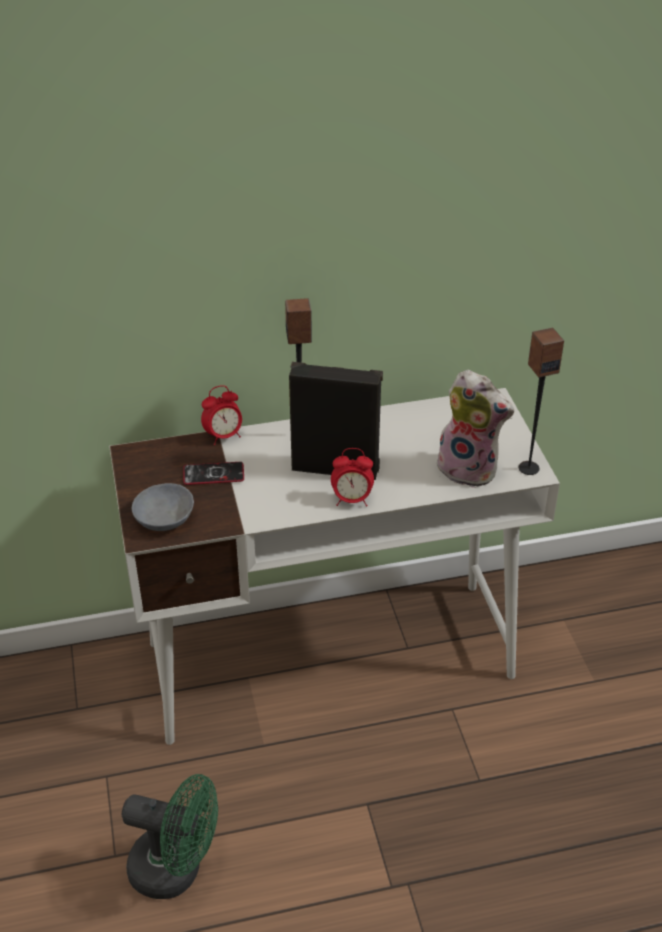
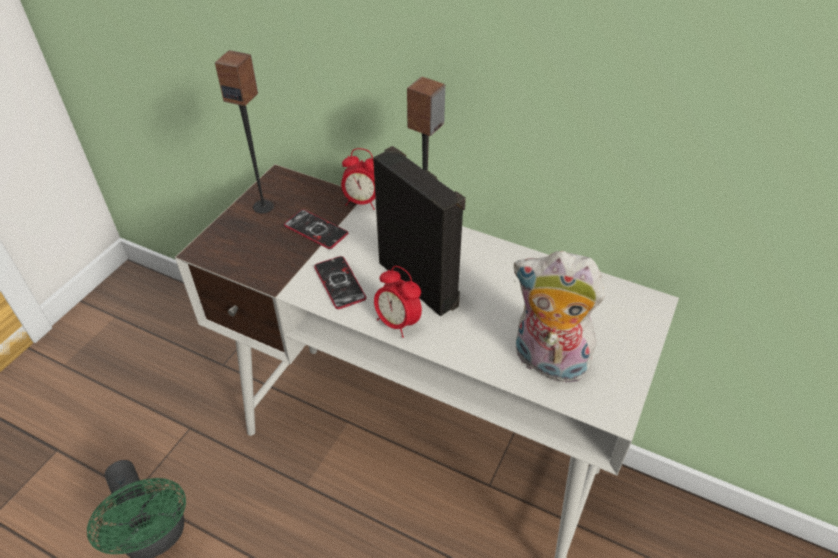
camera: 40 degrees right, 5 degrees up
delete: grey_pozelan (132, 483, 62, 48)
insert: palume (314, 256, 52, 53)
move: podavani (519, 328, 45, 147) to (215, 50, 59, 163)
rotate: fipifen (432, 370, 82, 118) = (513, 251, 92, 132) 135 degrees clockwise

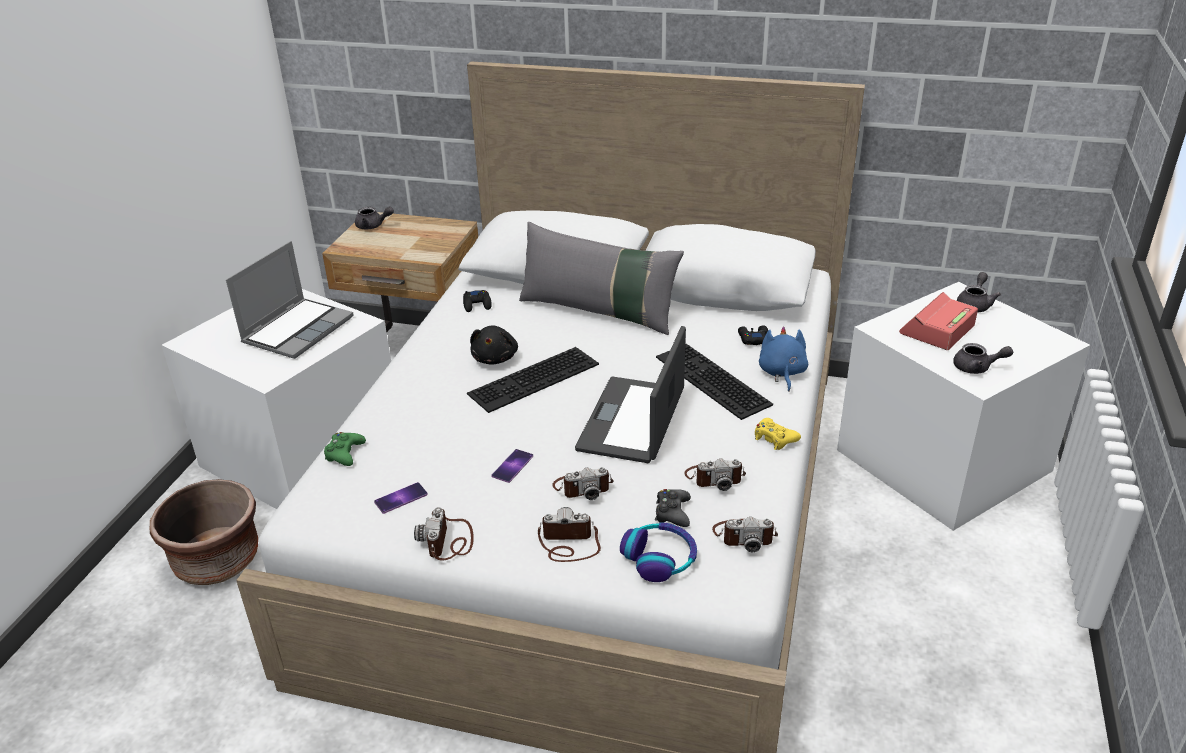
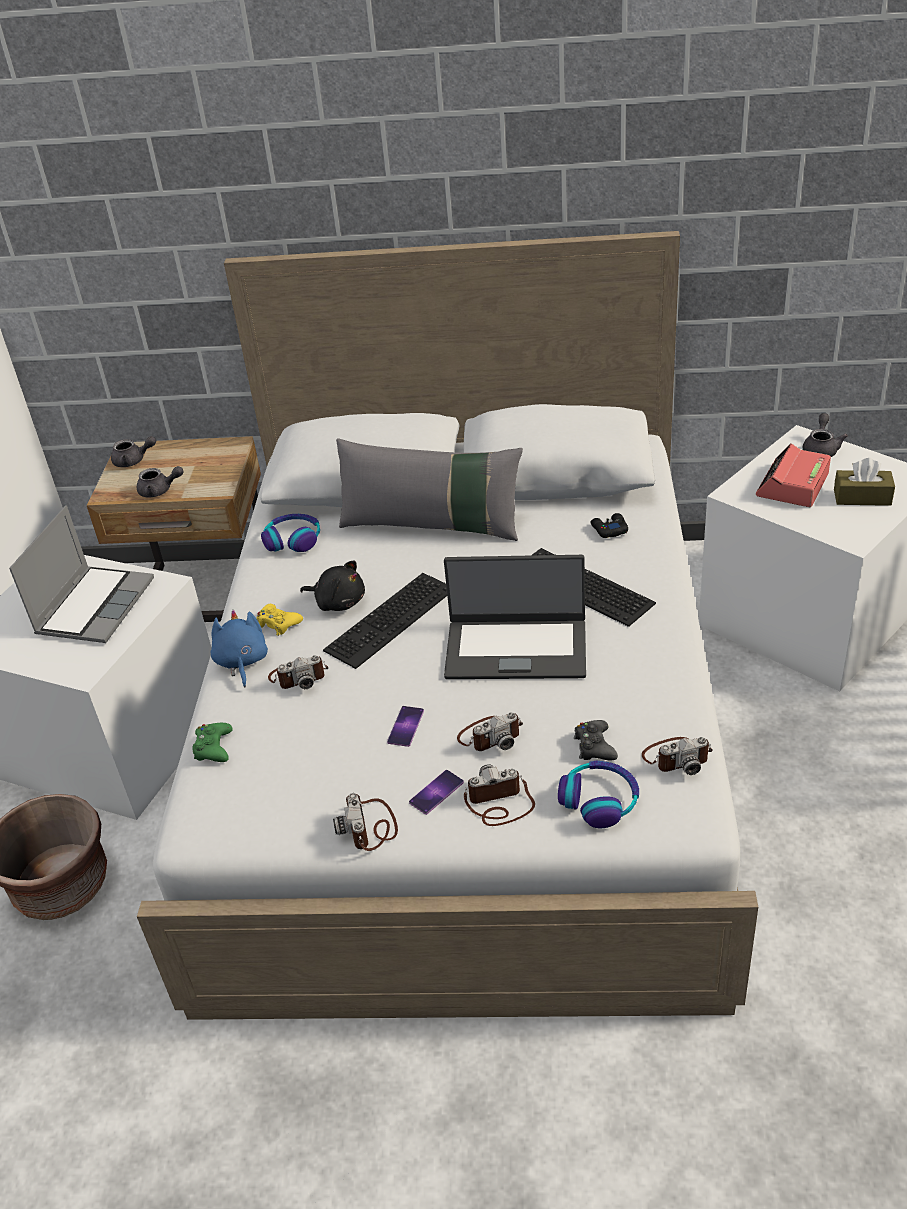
camera: 10 degrees left, 5 degrees up
insert: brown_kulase (834, 458, 61, 48)
move: blue_fipifen (759, 326, 49, 66) to (211, 610, 57, 77); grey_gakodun (953, 343, 60, 31) to (137, 466, 46, 31); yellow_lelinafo (755, 418, 46, 32) to (256, 604, 47, 32); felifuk (684, 458, 62, 33) to (268, 655, 60, 34); palume (374, 482, 54, 32) to (409, 770, 55, 45)
replace: black_lelinafo (463, 290, 29, 22) to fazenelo (261, 514, 59, 38)
rotate: black_fipifen (470, 325, 48, 40) = (300, 560, 65, 51) 60 degrees counterclockwise; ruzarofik (575, 326, 111, 137) = (444, 555, 142, 124) 90 degrees counterclockwise

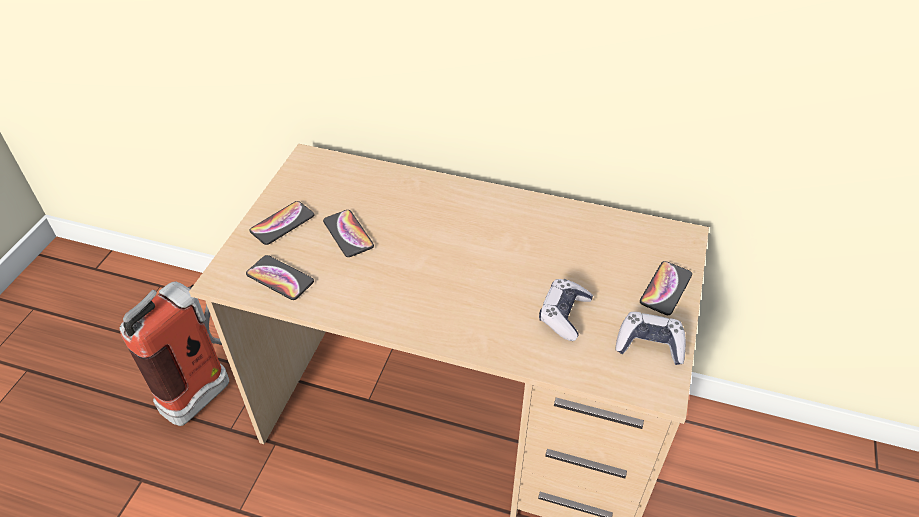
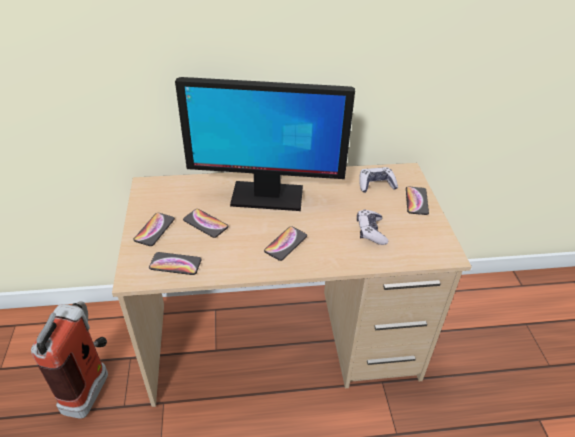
camera: 25 degrees left, 5 degrees down
insert: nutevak (175, 77, 180, 134); palume (264, 226, 43, 35)
move: lelinafo (616, 312, 70, 53) to (359, 167, 39, 26)

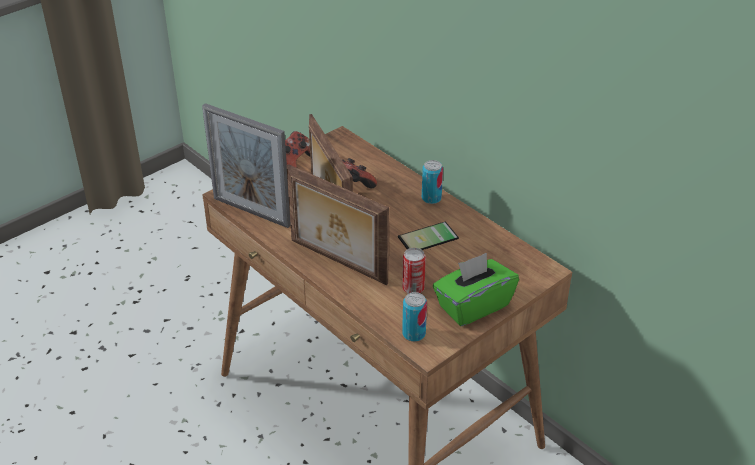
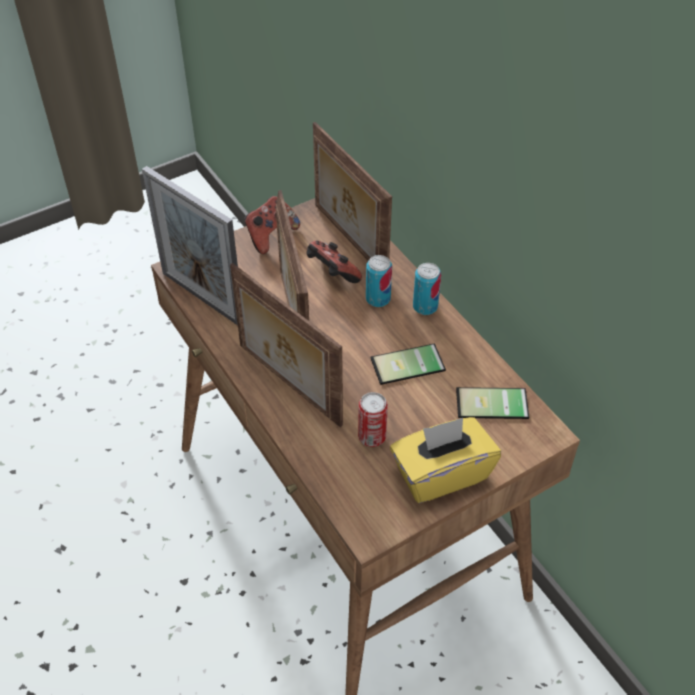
camera: 10 degrees right, 10 degrees up
insert: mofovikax (313, 122, 79, 139); palume (456, 387, 73, 32)
move: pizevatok (402, 292, 25, 50) to (366, 255, 26, 52)
recolor: green_kulase (433, 253, 86, 73) to yellow_kulase (390, 417, 111, 86)

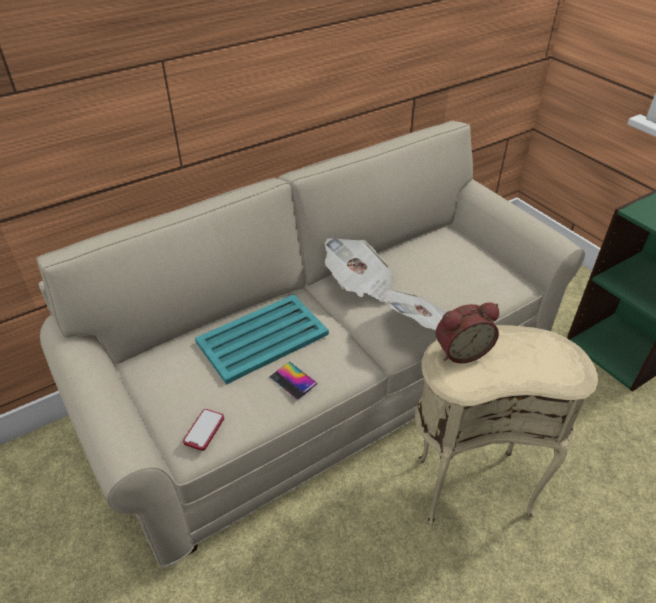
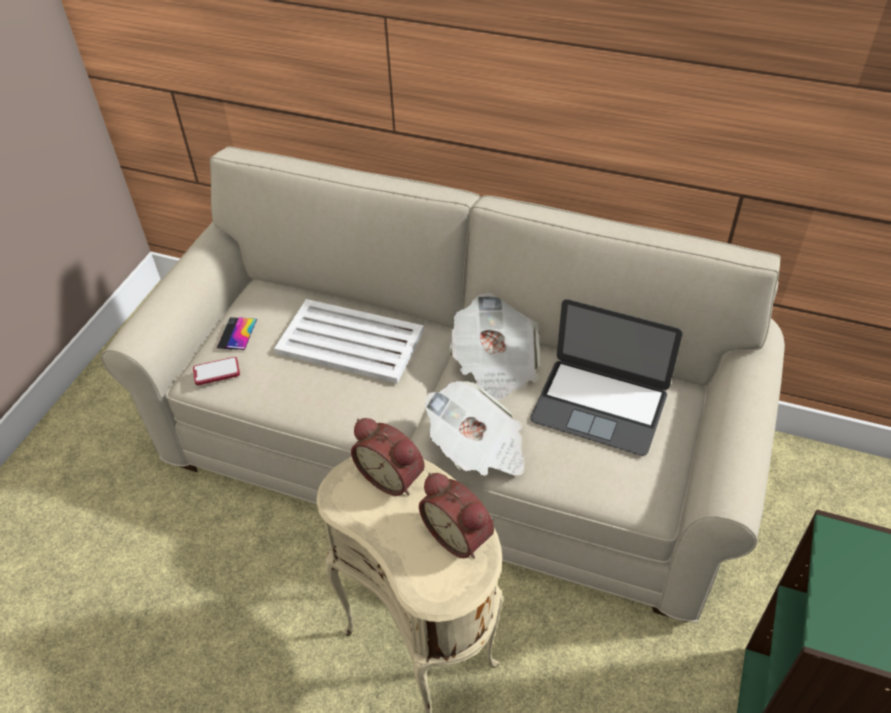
camera: 55 degrees right, 5 degrees up
insert: ruzarofik (530, 299, 152, 157); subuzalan (419, 473, 75, 86)
move: palume (270, 362, 48, 38) to (217, 317, 40, 33)
recolor: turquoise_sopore (195, 294, 134, 91) to white_sopore (274, 299, 150, 85)

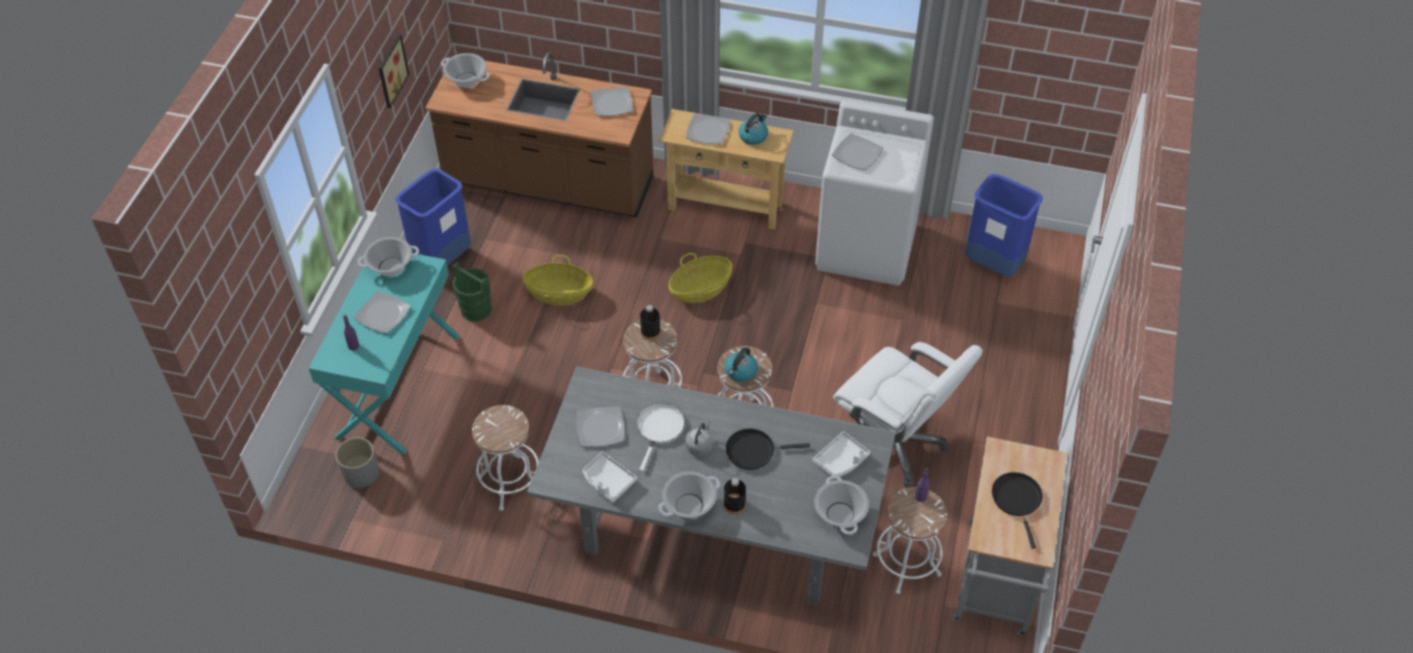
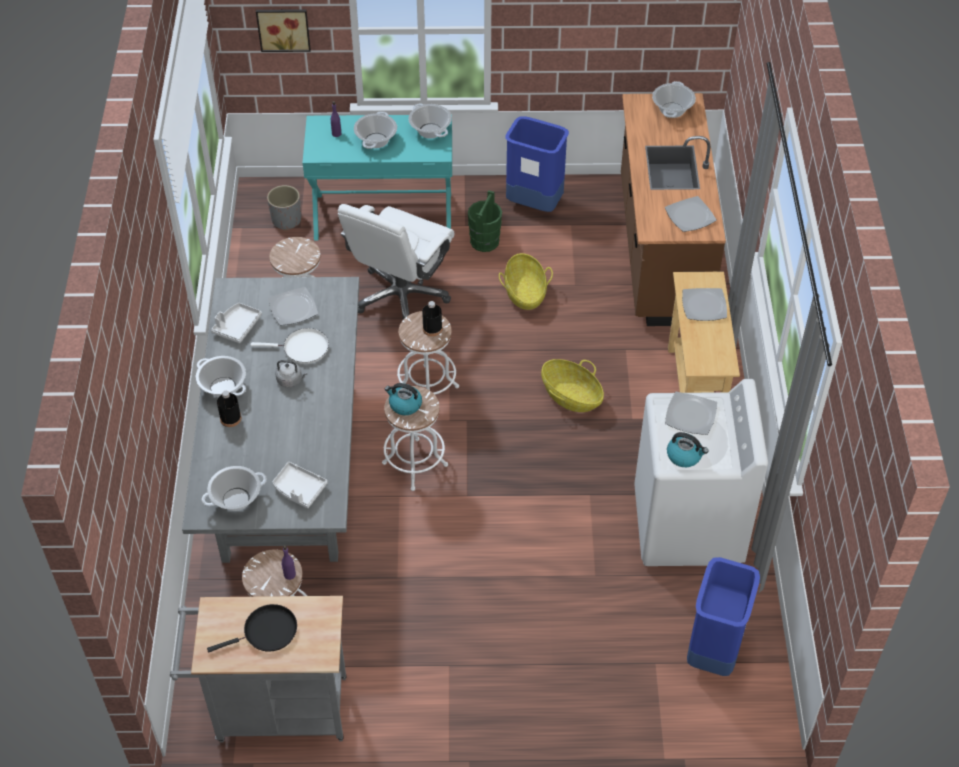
camera: 75 degrees right, 0 degrees up
delete: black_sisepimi (726, 429, 84, 41)
move: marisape (379, 35, 31, 73) to (256, 9, 55, 43); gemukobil (739, 113, 29, 32) to (667, 432, 41, 35); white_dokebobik (833, 342, 150, 145) to (338, 204, 116, 116)
replace: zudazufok (354, 291, 57, 42) to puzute (354, 111, 43, 38)

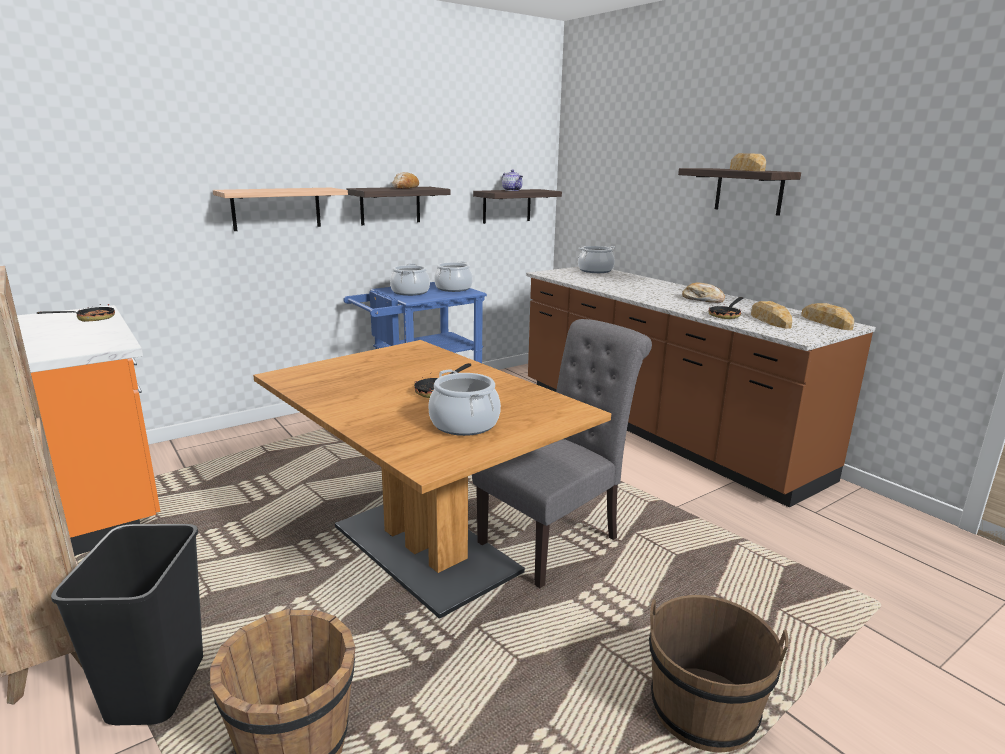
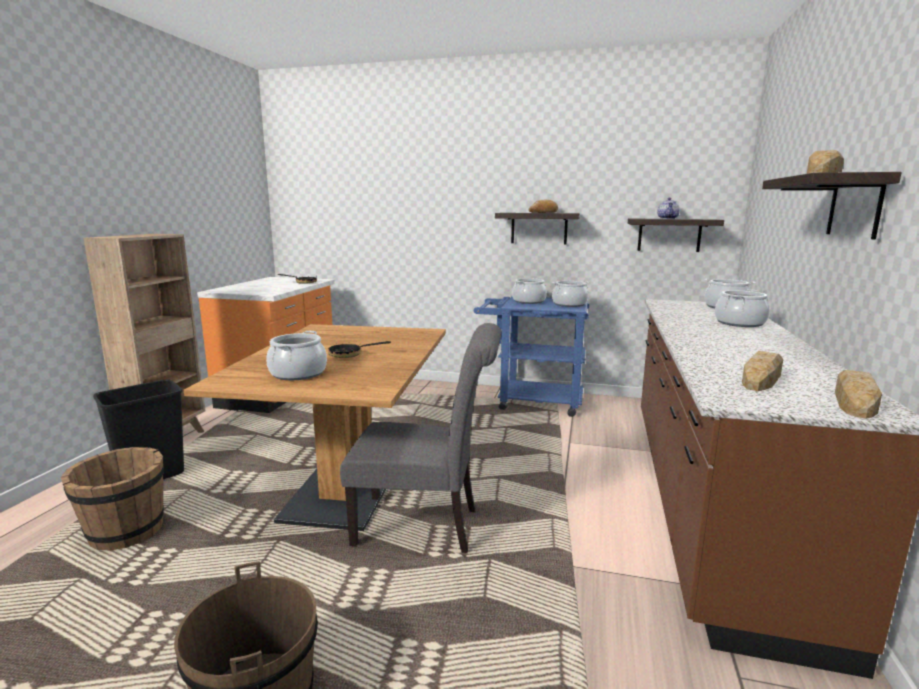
camera: 50 degrees right, 5 degrees down
delete: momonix (213, 188, 135, 43); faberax (682, 282, 43, 21); sisepimi (709, 297, 34, 22)
insert: puzute (715, 289, 55, 38)

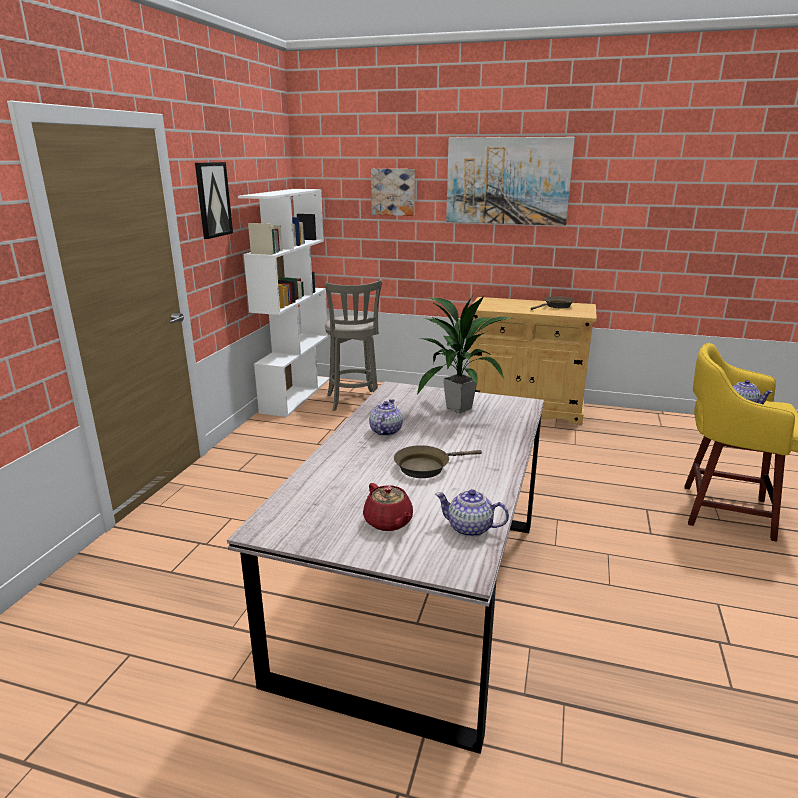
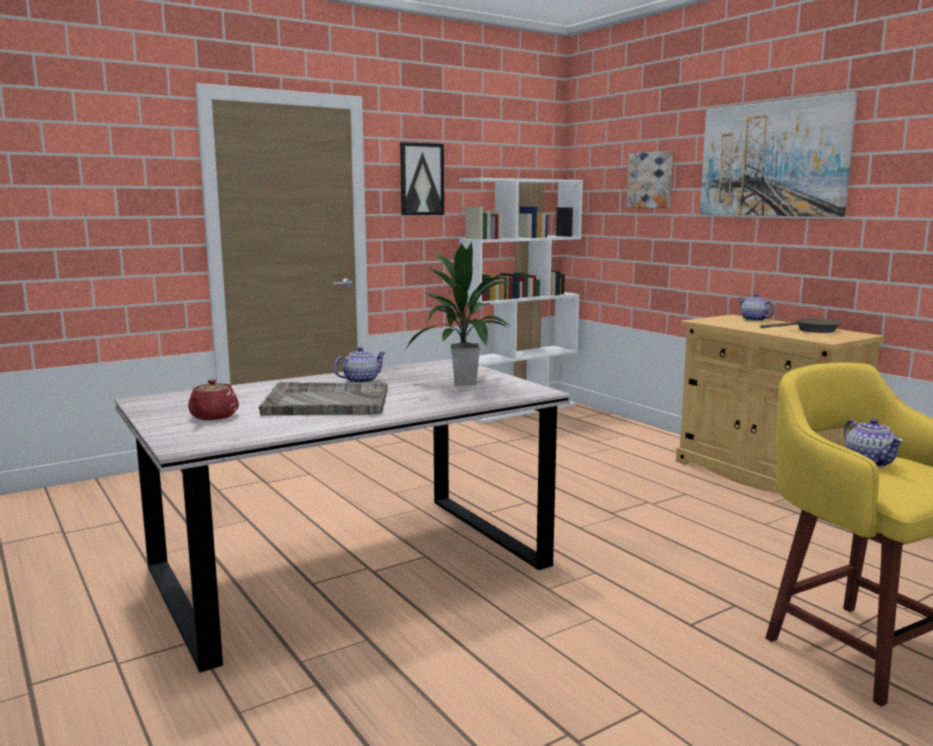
camera: 40 degrees right, 10 degrees down
delete: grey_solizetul (325, 279, 57, 132)
move: gakodun (435, 489, 74, 48) to (738, 293, 37, 28)
replace: brown_sisepimi (394, 445, 88, 33) to grey_sopore (259, 382, 129, 34)

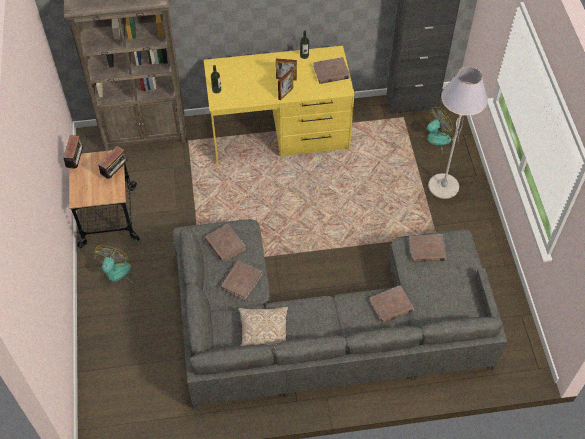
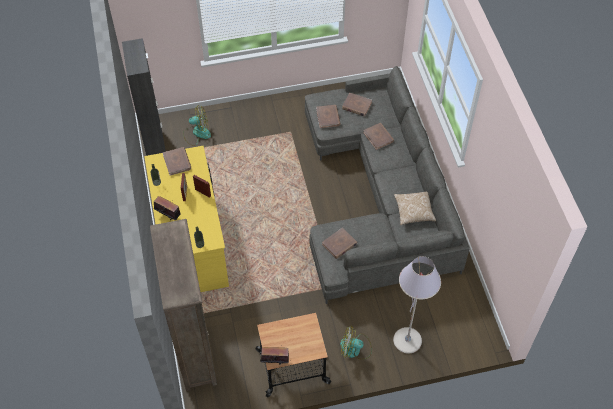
camera: 95 degrees left, 0 degrees up
move: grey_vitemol (428, 67, 60, 132) to (393, 256, 48, 98); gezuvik (98, 146, 32, 33) to (154, 196, 27, 24); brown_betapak (220, 261, 42, 40) to (342, 93, 30, 24)
rotate: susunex (418, 107, 35, 50) = (183, 105, 28, 41) 120 degrees clockwise

